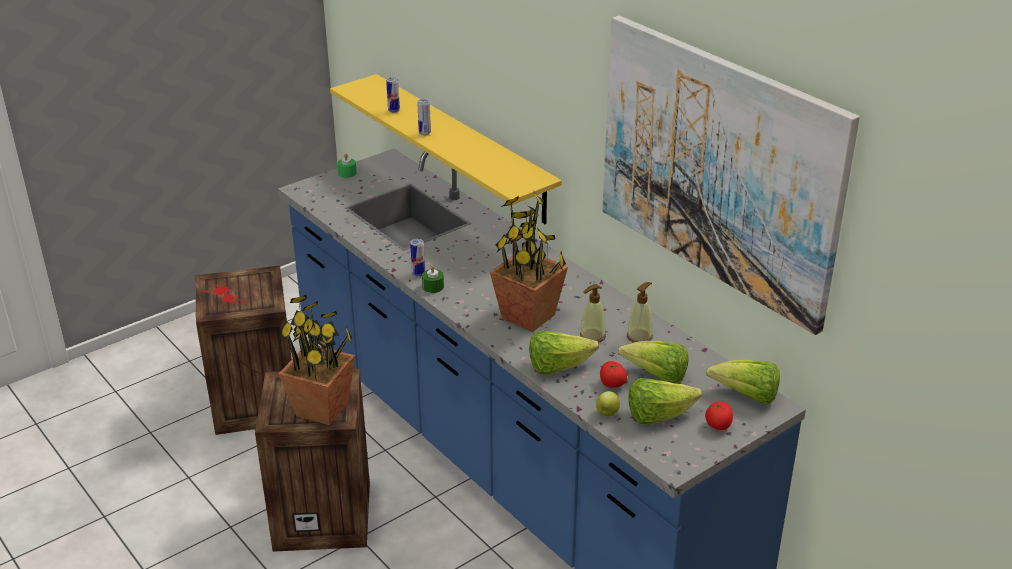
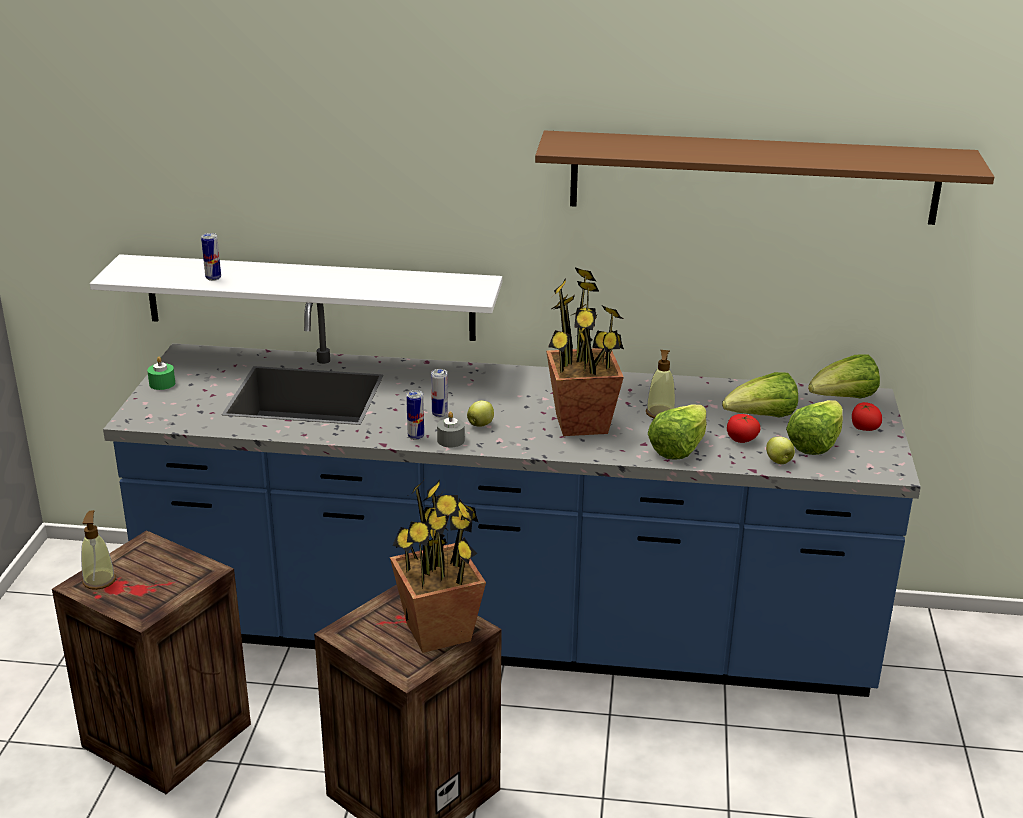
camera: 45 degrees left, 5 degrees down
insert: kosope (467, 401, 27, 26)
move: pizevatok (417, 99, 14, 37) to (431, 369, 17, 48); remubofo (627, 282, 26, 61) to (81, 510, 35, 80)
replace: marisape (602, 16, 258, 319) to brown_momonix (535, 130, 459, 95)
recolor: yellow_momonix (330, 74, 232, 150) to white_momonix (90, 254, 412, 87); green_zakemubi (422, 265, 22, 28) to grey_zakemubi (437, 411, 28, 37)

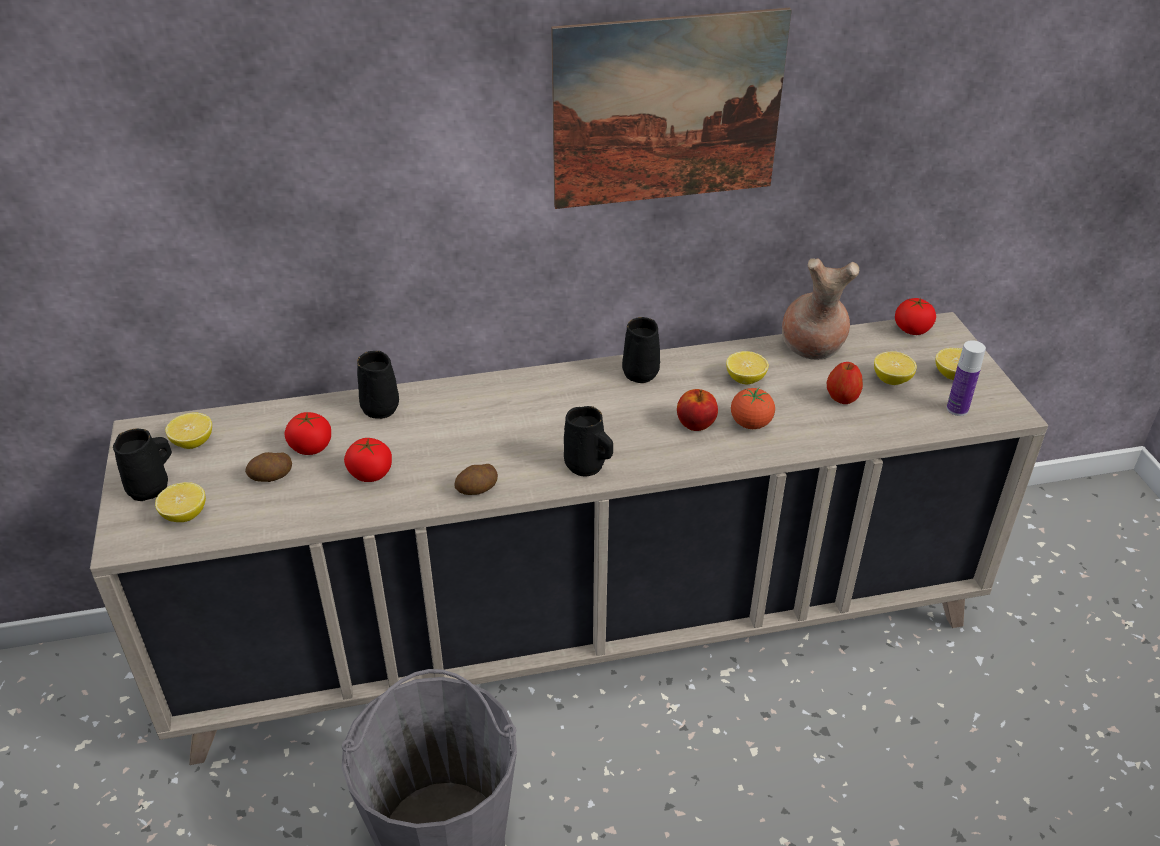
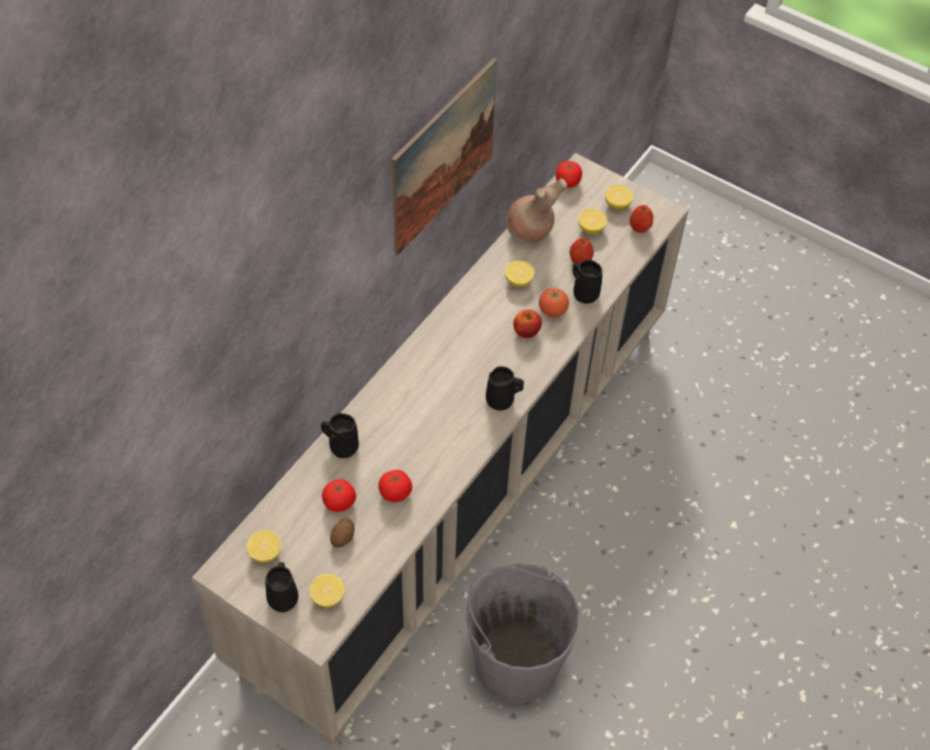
camera: 45 degrees left, 15 degrees up
delete: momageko (454, 464, 44, 31)
move: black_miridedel (622, 317, 38, 66) to (573, 259, 29, 45)
replace: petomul (946, 340, 40, 76) to kosope (630, 205, 23, 28)

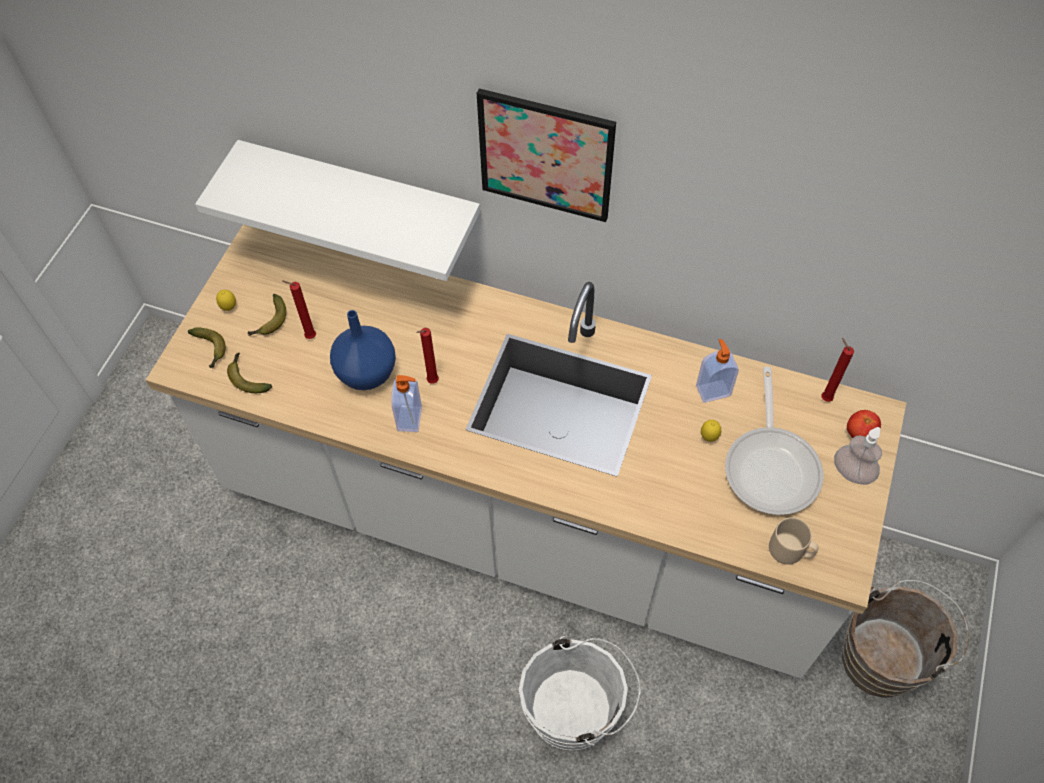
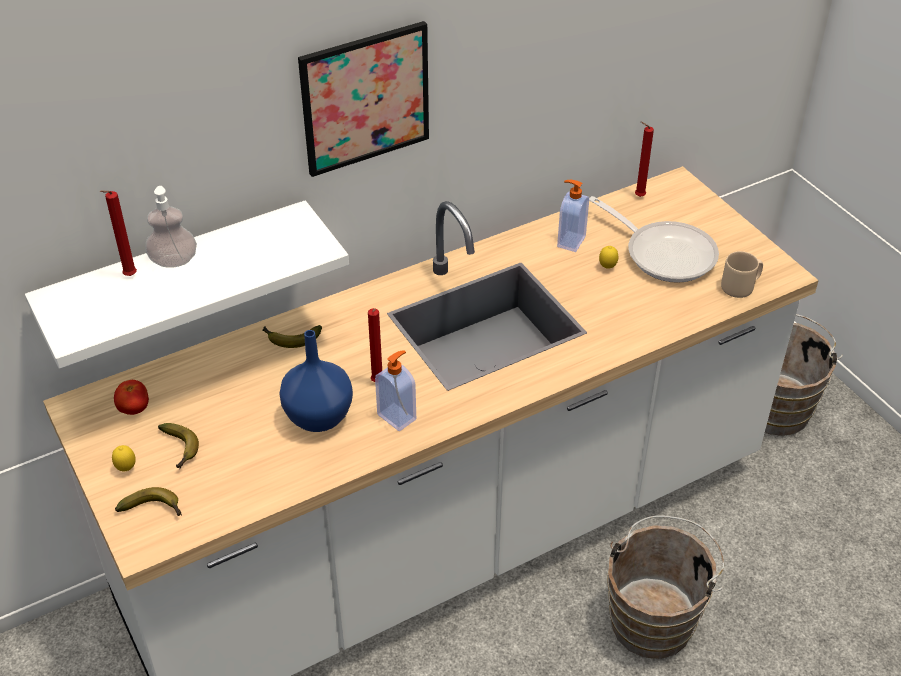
camera: 50 degrees left, 15 degrees down
move: red_zakemubi (282, 280, 34, 59) to (100, 190, 37, 86); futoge (227, 353, 45, 40) to (263, 325, 59, 23); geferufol (847, 410, 34, 28) to (114, 380, 35, 35); remubofo (834, 427, 48, 58) to (145, 186, 52, 82)
recolor: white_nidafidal (519, 635, 122, 117) to brown_nidafidal (607, 515, 117, 144)

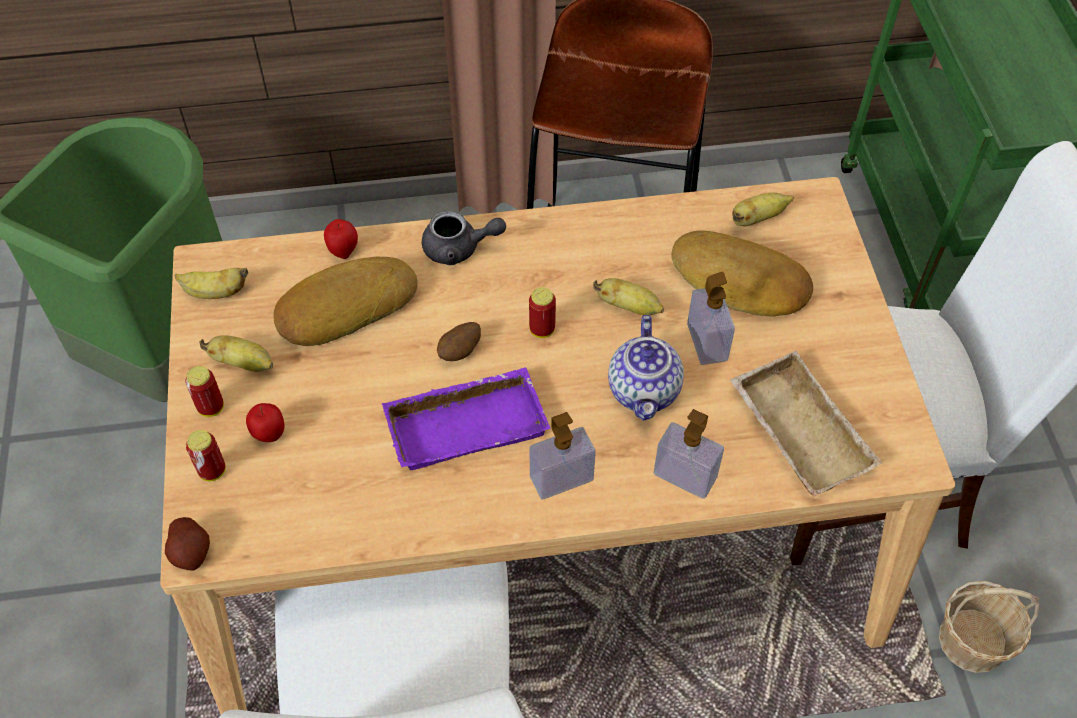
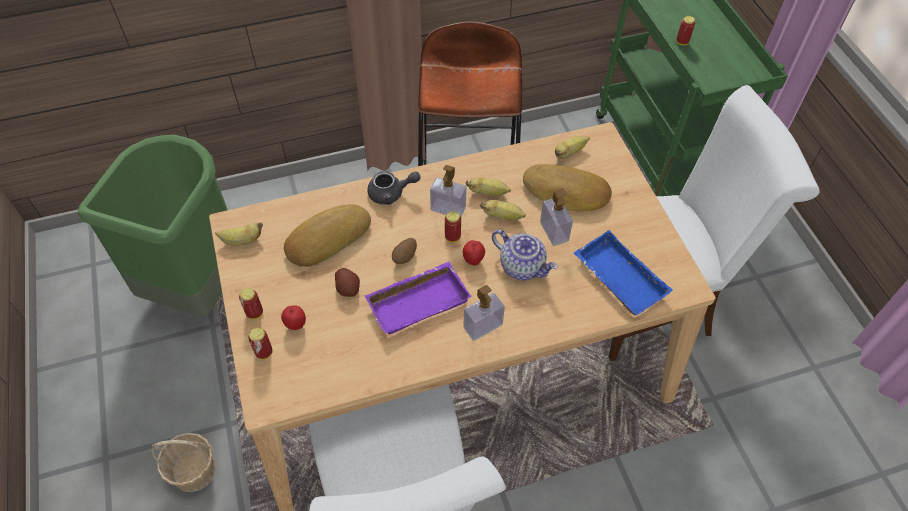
camera: 10 degrees left, 0 degrees up
insert: pizevatok (676, 16, 19, 30)
move: kosope (324, 219, 34, 40) to (462, 240, 23, 26); futoge (200, 335, 73, 37) to (466, 177, 45, 19); remubofo (654, 409, 70, 90) to (430, 165, 37, 51); momageko (165, 517, 45, 54) to (335, 268, 25, 29); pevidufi (939, 581, 101, 92) to (151, 433, 65, 59)
recolor: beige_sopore (730, 351, 152, 145) to blue_sopore (574, 230, 98, 86)
rotate: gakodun (608, 315, 76, 106) = (492, 230, 66, 50) 45 degrees counterclockwise

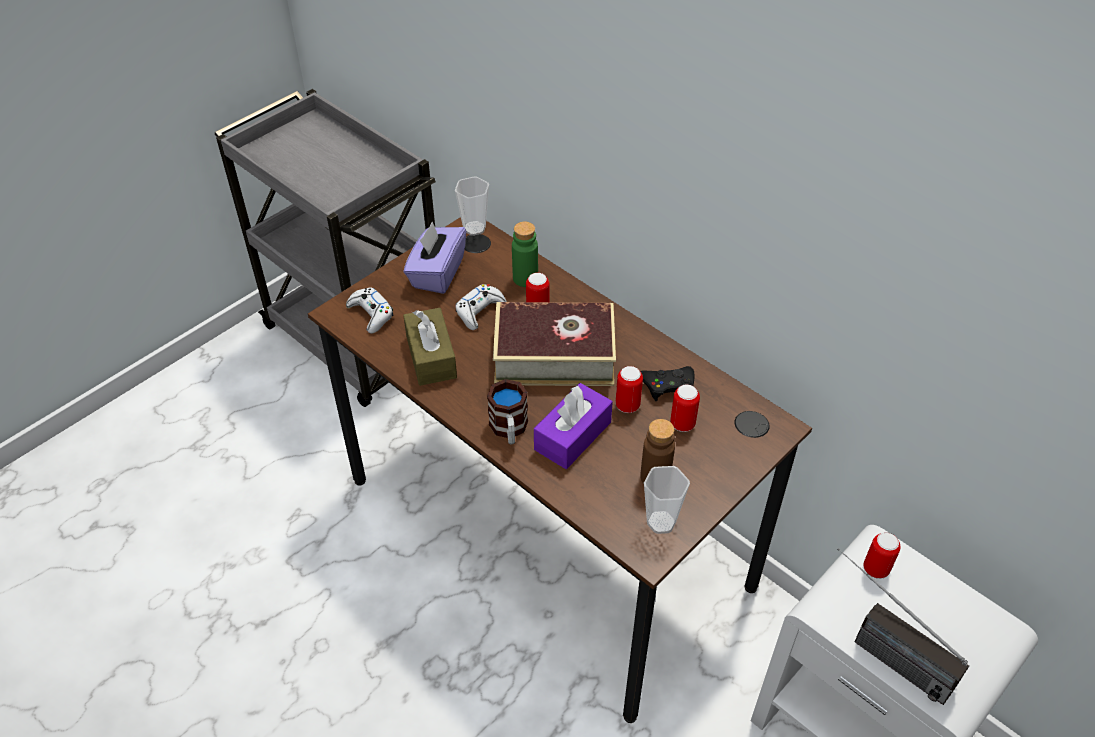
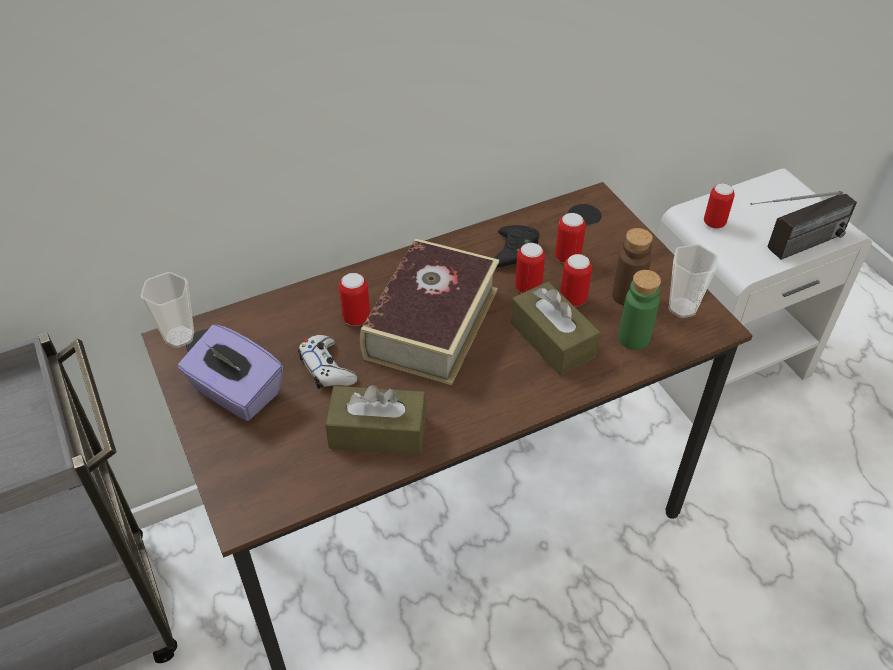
camera: 70 degrees left, 0 degrees up
delete: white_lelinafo (346, 287, 48, 46); miridedel (487, 379, 41, 65)
insert: pizevatok (560, 254, 32, 53)
move: green_petomul (512, 222, 26, 65) to (618, 270, 43, 80)
recolor: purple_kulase (534, 383, 79, 86) to brown_kulase (511, 281, 89, 95)

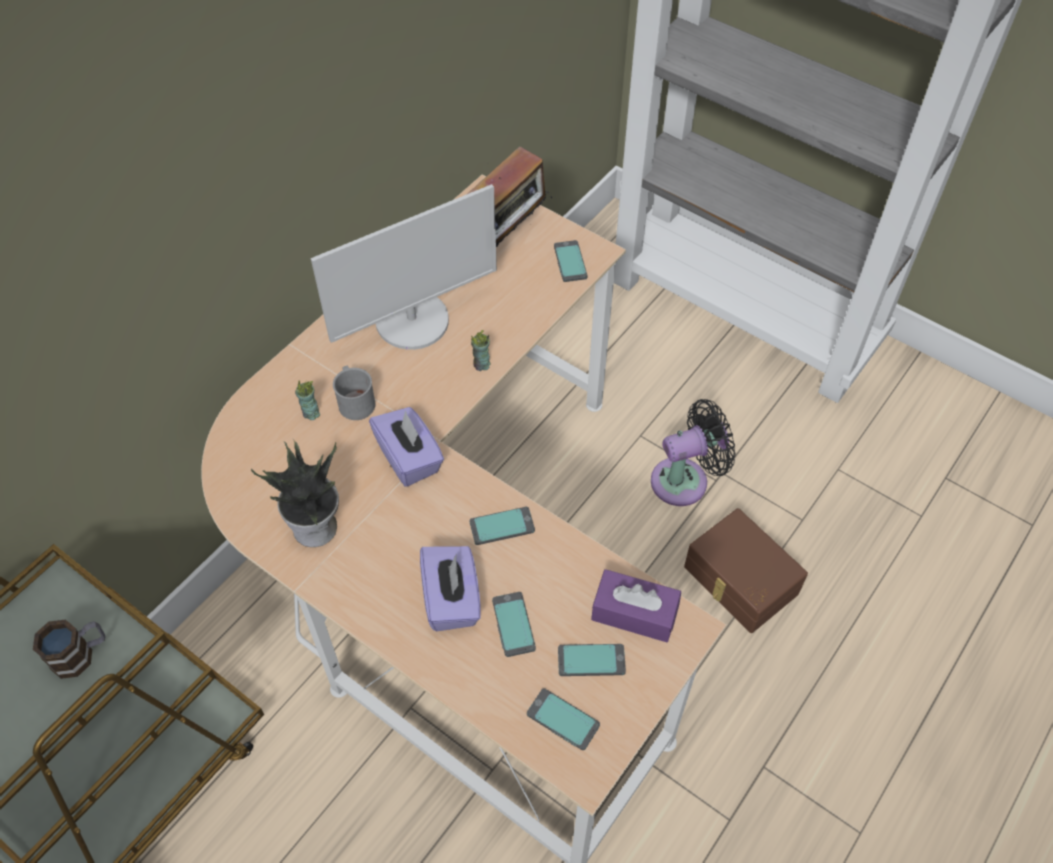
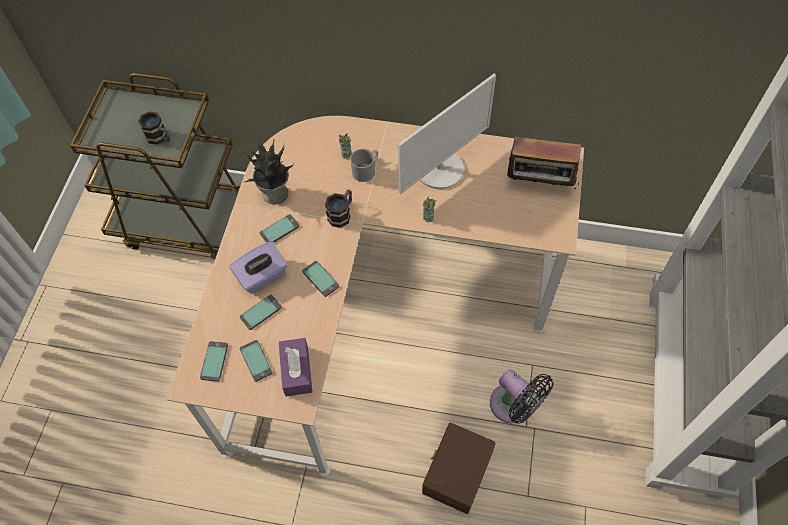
camera: 65 degrees right, 5 degrees up
move: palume (554, 240, 34, 42) to (260, 214, 40, 29)
replace: purple_kulase (369, 407, 75, 80) to miridedel (325, 189, 27, 39)
rotate: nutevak (311, 184, 186, 166) = (398, 74, 98, 120) 75 degrees counterclockwise

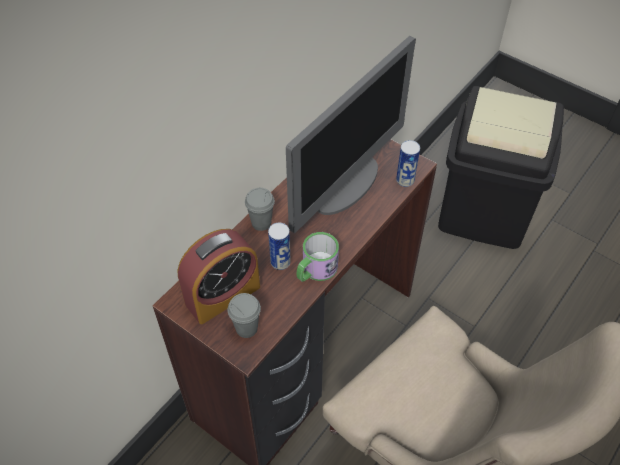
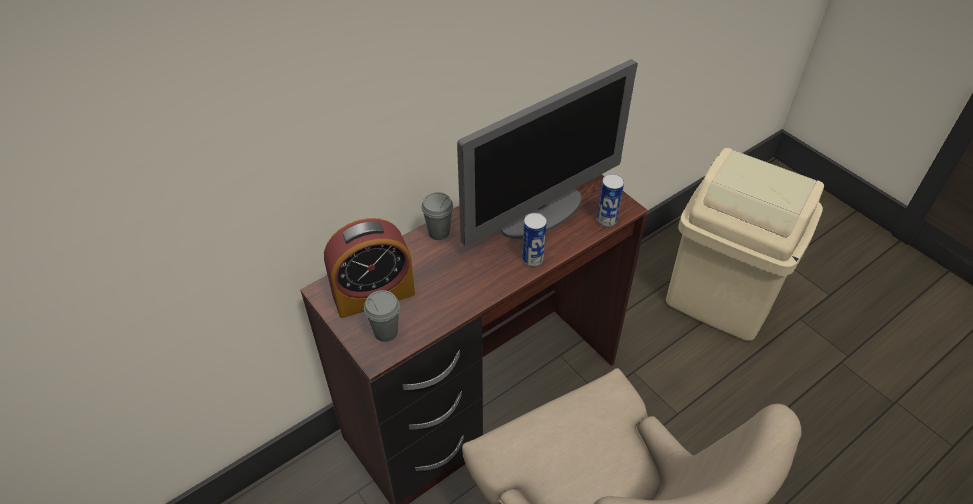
camera: 15 degrees right, 5 degrees down
delete: miridedel (297, 232, 42, 50)
move: pizevatok (268, 223, 23, 47) to (522, 213, 25, 54)
recolor: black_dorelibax (438, 86, 126, 163) to beige_dorelibax (666, 148, 158, 193)

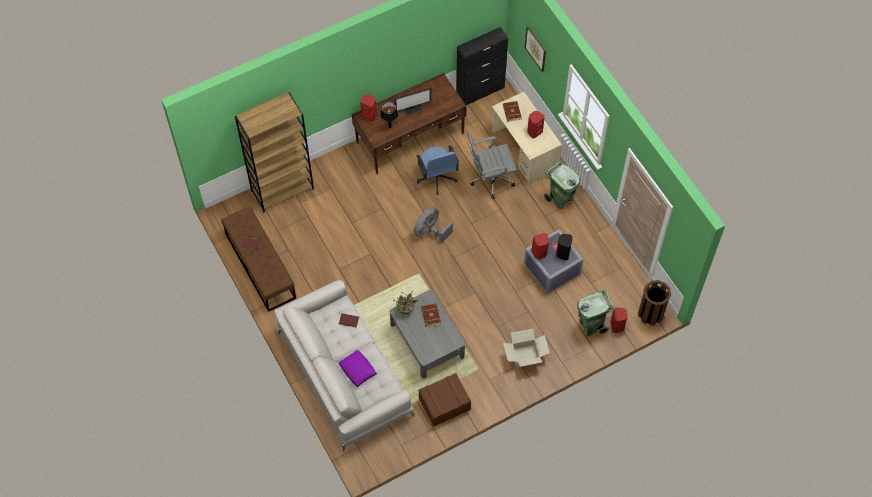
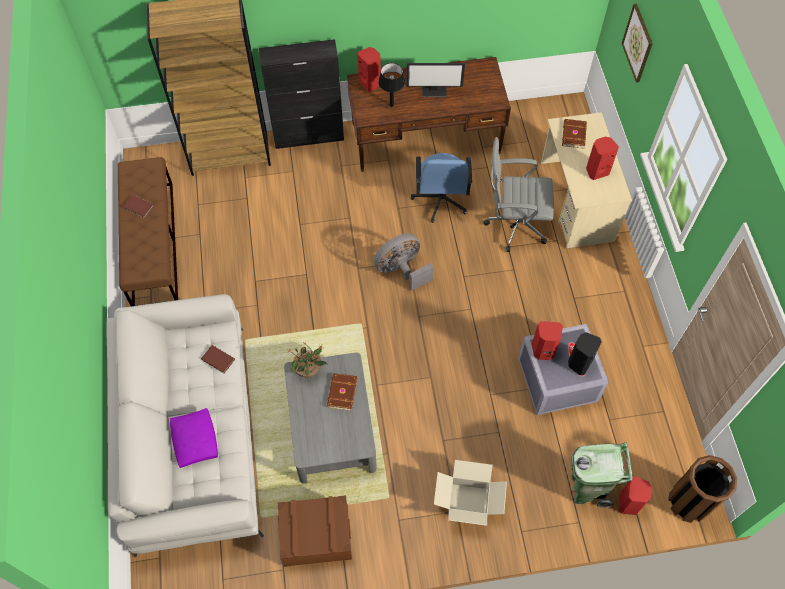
camera: 20 degrees right, 0 degrees up
delete: green_dorelibax (544, 160, 36, 49)
move: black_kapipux (456, 27, 52, 78) to (259, 39, 85, 110)

